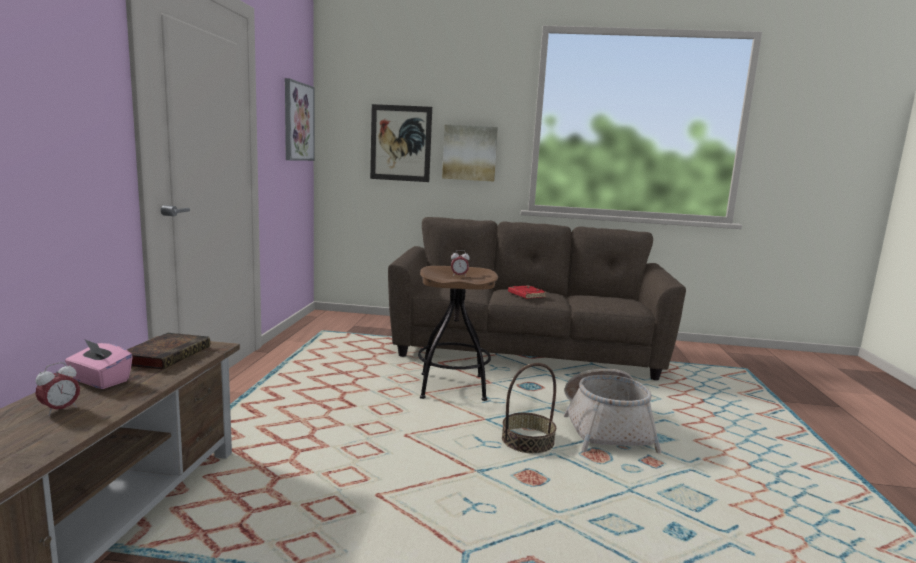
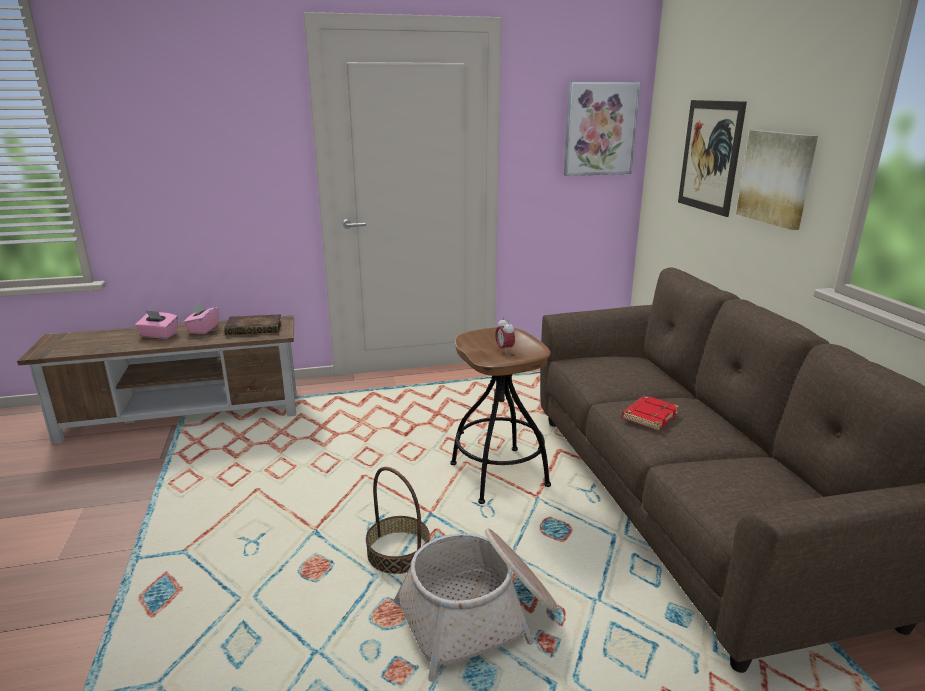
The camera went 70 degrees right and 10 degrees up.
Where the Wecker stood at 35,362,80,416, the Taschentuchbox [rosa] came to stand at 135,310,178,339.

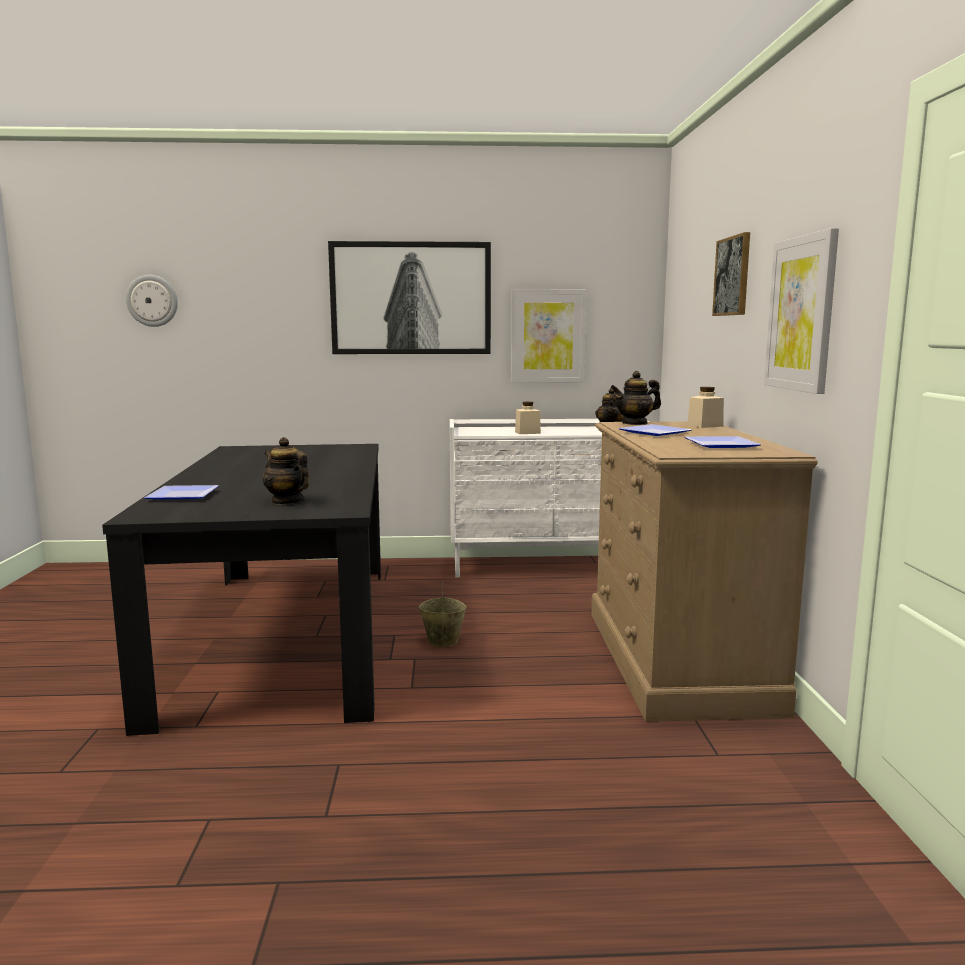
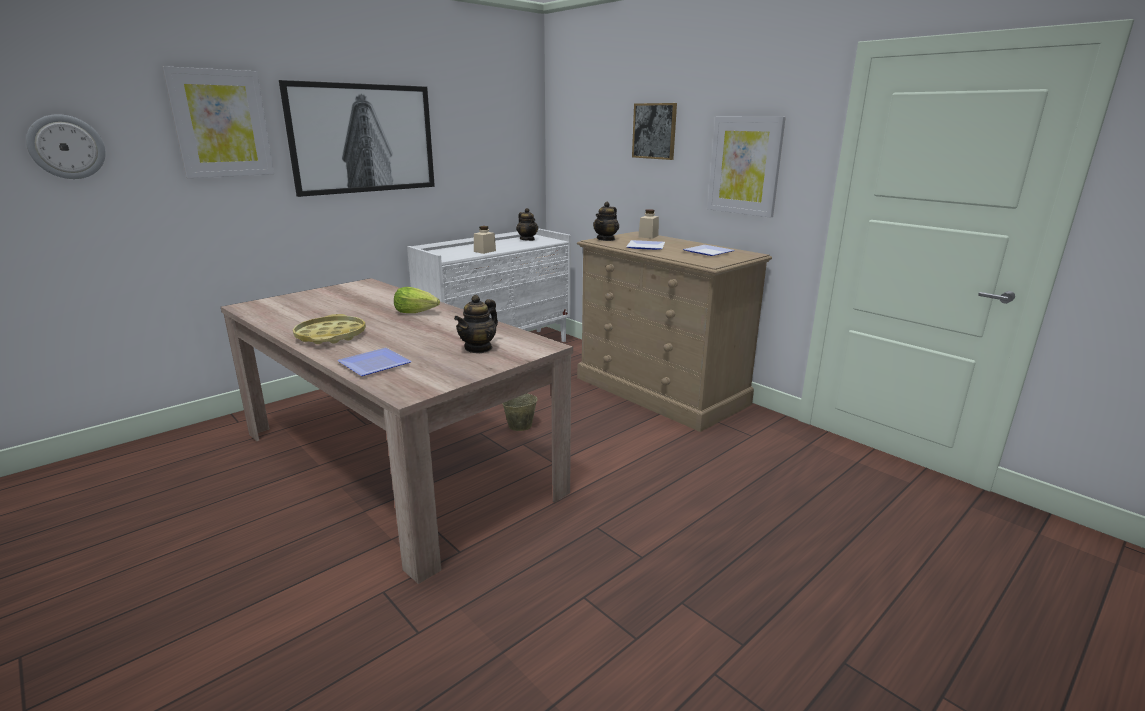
The camera went 40 degrees left and 10 degrees up.
The Bild ended up elsewhere, having gone from 511,289,587,382 to 163,66,274,178.
The Teekanne at 263,437,309,505 ended up facing another way, 60 degrees counterclockwise from before.
What was the Esstisch [schwarz] at 102,444,381,736 turned into the Esstisch [beige] at 221,278,573,584.
The second view gained the Salatkopf at 394,287,440,313.
The second view gained the Tablett [gelb] at 293,314,366,344.

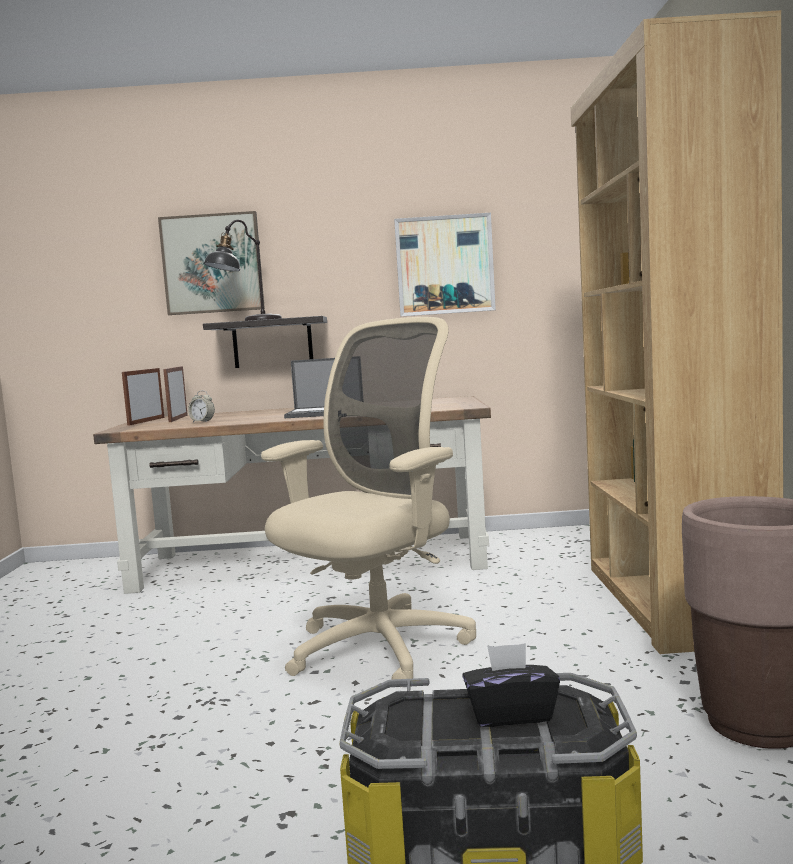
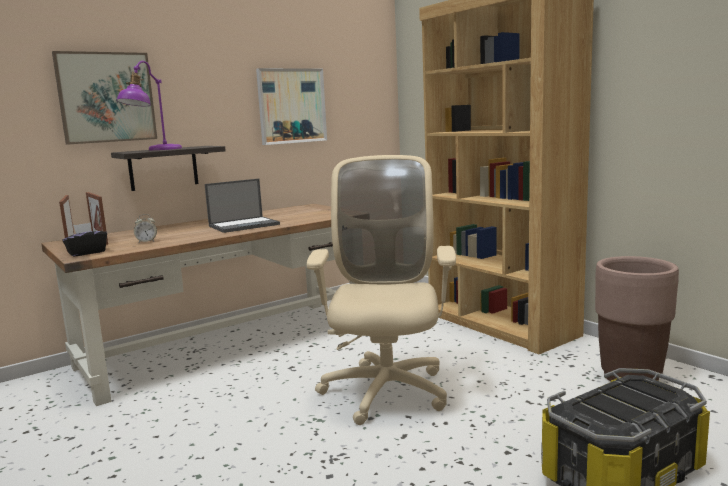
The camera went 35 degrees left and 5 degrees up.
What was the Tischlampe [grau] at 204,220,282,321 turned into the Tischlampe [lila] at 116,61,182,150.
The Taschentuchbox [schwarz] ended up elsewhere, having gone from 462,643,560,727 to 62,223,107,257.

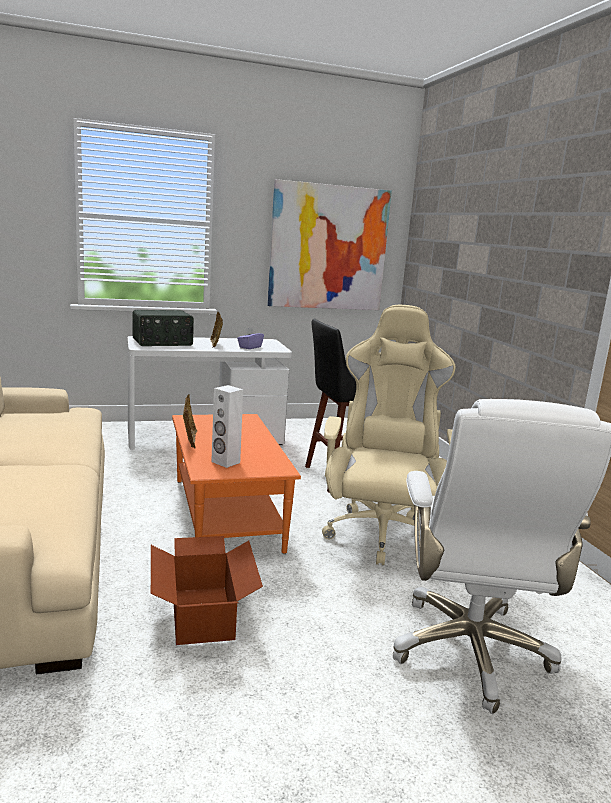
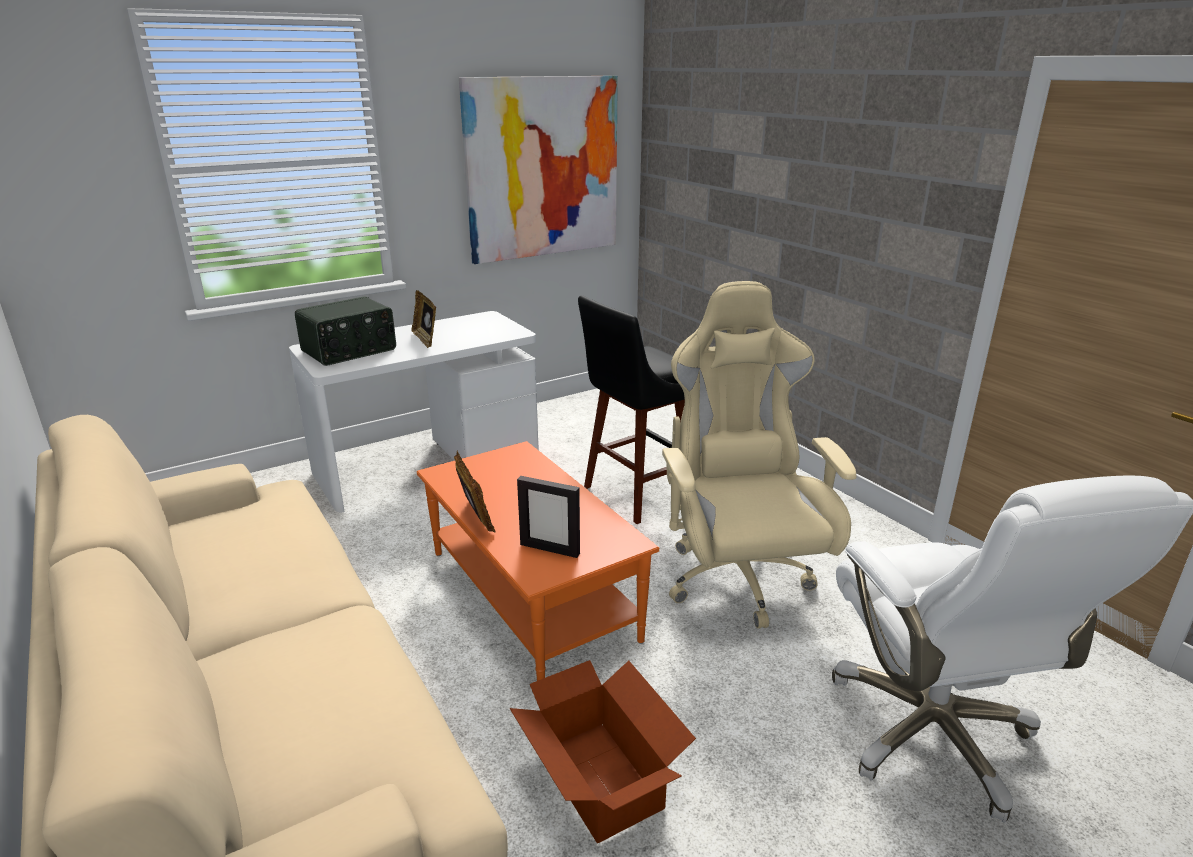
The camera went 15 degrees left and 10 degrees up.
The second view lost the Taschentuchbox [lila] at 237,327,264,349.
Where the Lautsprecher [weiß] stood at 211,385,243,468, the Bilderrahmen came to stand at 517,476,580,558.

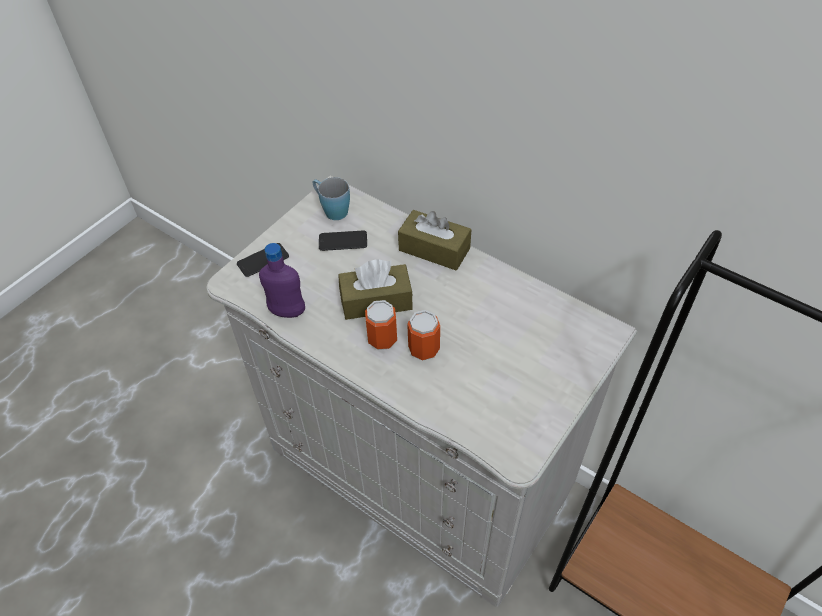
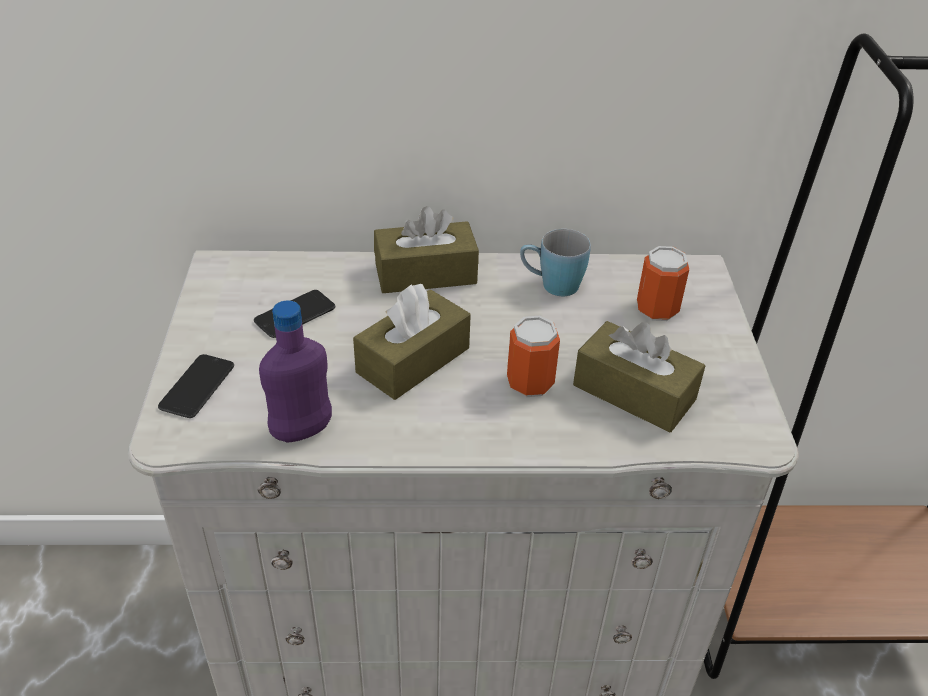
The camera went 40 degrees left and 10 degrees down.
The Henkelbecher [blau] ended up elsewhere, having gone from 312,177,350,220 to 520,229,591,296.
The Dose ended up elsewhere, having gone from 365,300,397,350 to 637,246,689,321.
The second view gained the Taschentuchbox [braun] at 573,321,705,432.

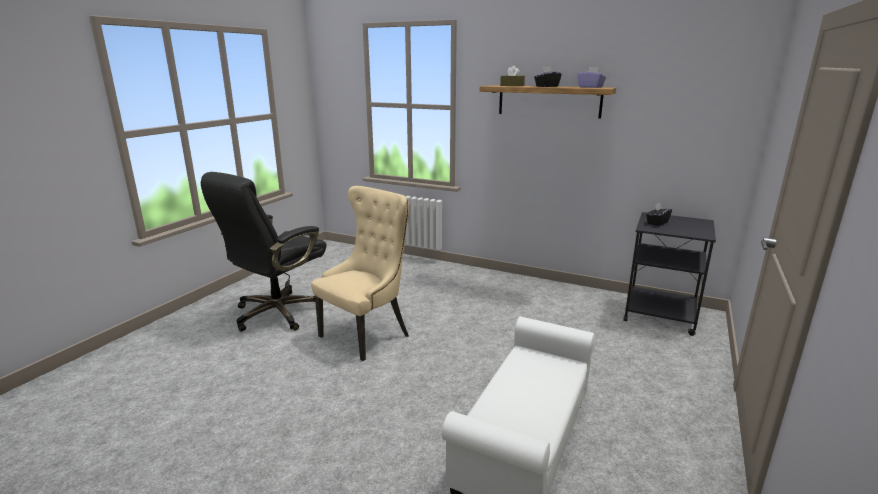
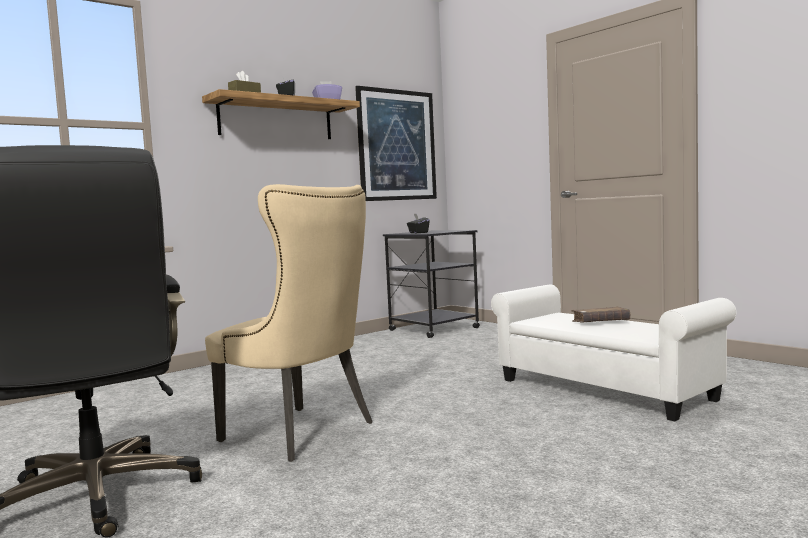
The camera went 65 degrees left and 15 degrees down.
The Stuhl [beige] at 311,186,409,361 ended up facing another way, 150 degrees clockwise from before.
The second view gained the Bild at 355,86,437,201.
The second view gained the Buch [braun] at 571,306,630,322.

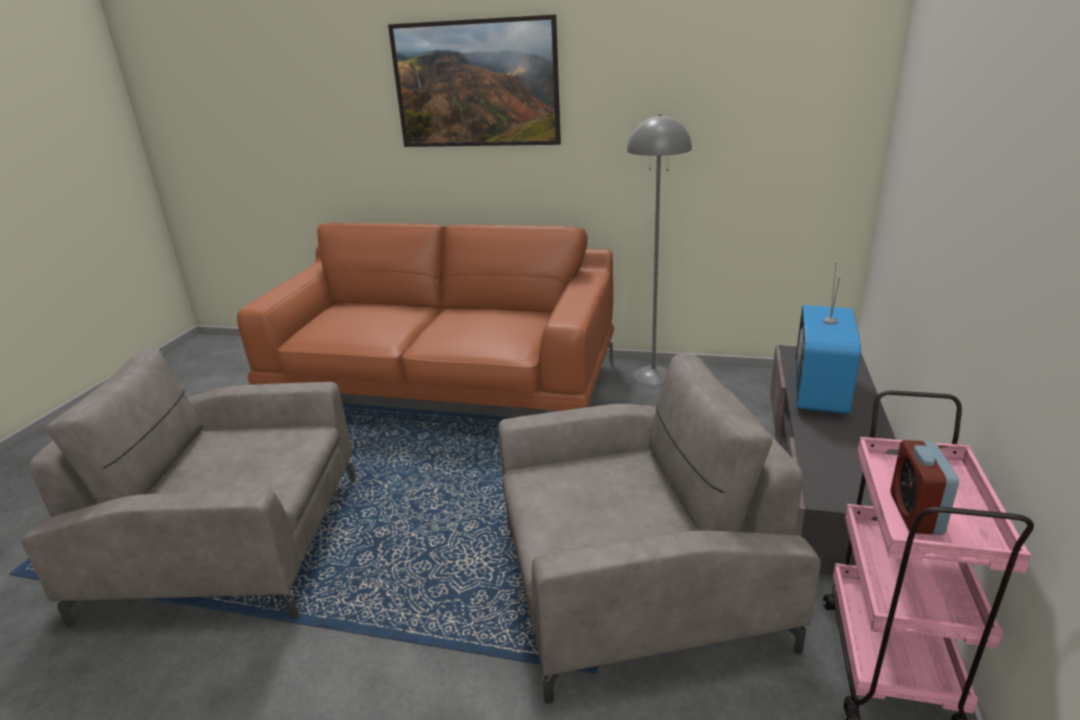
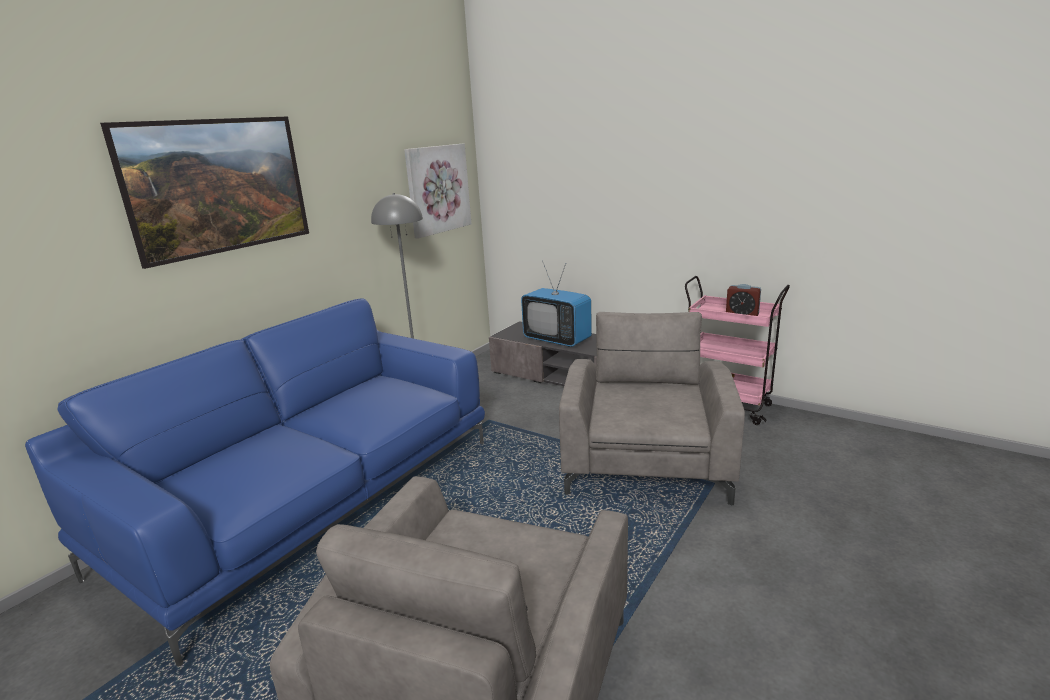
The camera went 70 degrees left and 5 degrees down.
What was the Sofa [braun] at 237,223,614,411 turned into the Sofa [blau] at 25,298,485,667.
The second view gained the Bild at 404,144,471,239.

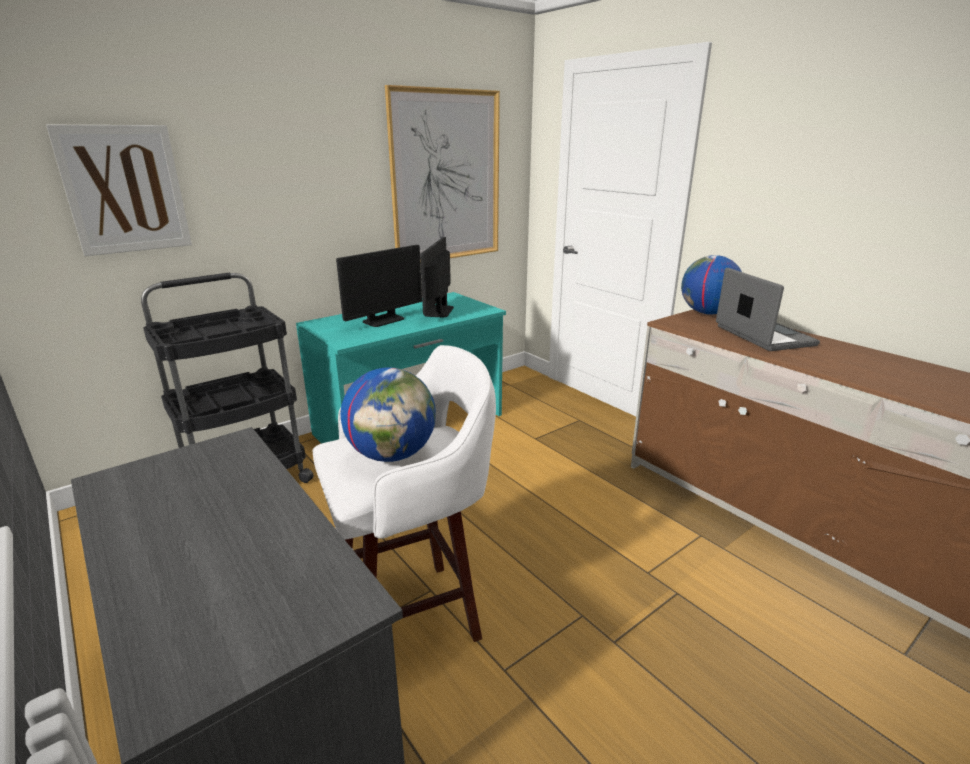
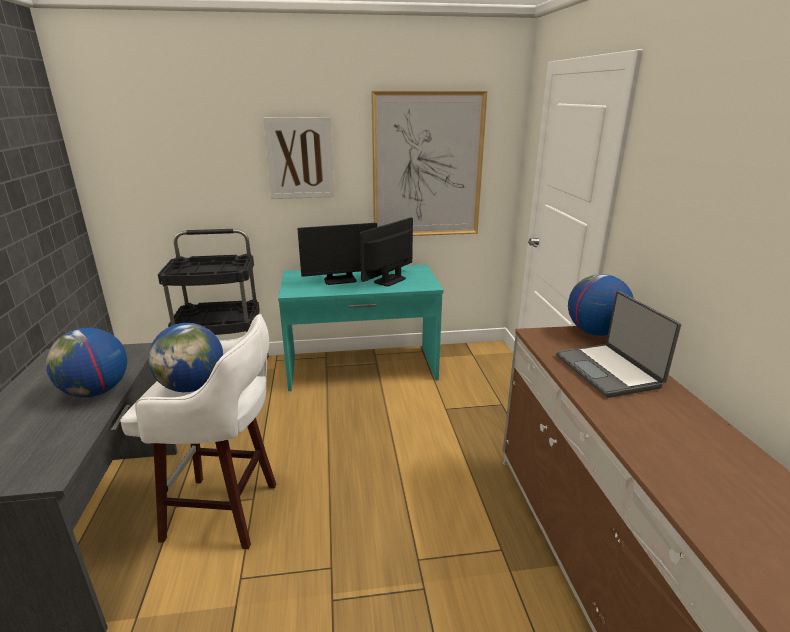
The camera went 30 degrees right and 0 degrees up.
The Bild ended up elsewhere, having gone from 46,125,192,256 to 263,117,334,199.
The Laptop at 716,268,820,351 ended up facing another way, 150 degrees clockwise from before.
The second view gained the Globus at 46,328,127,397.

